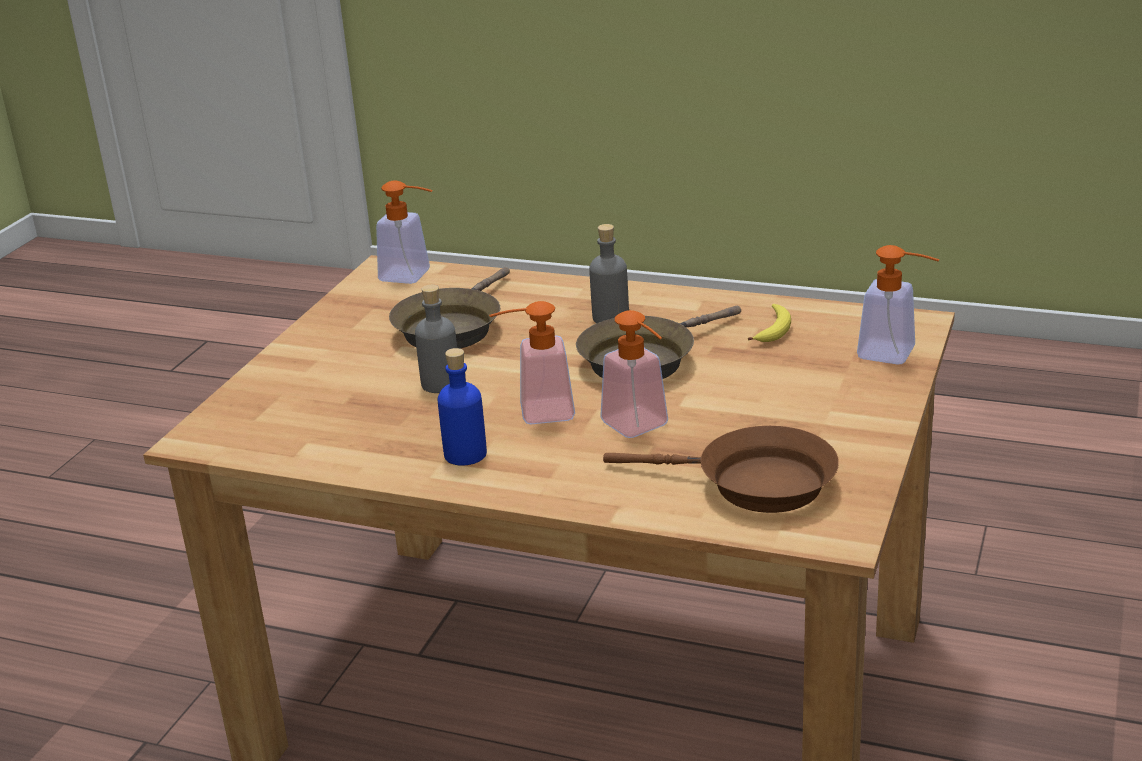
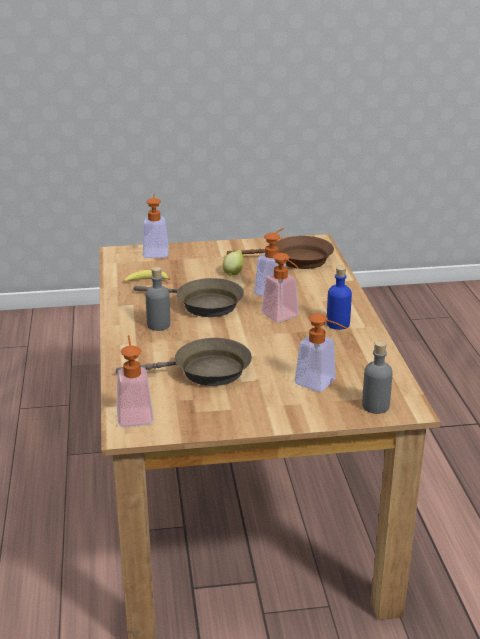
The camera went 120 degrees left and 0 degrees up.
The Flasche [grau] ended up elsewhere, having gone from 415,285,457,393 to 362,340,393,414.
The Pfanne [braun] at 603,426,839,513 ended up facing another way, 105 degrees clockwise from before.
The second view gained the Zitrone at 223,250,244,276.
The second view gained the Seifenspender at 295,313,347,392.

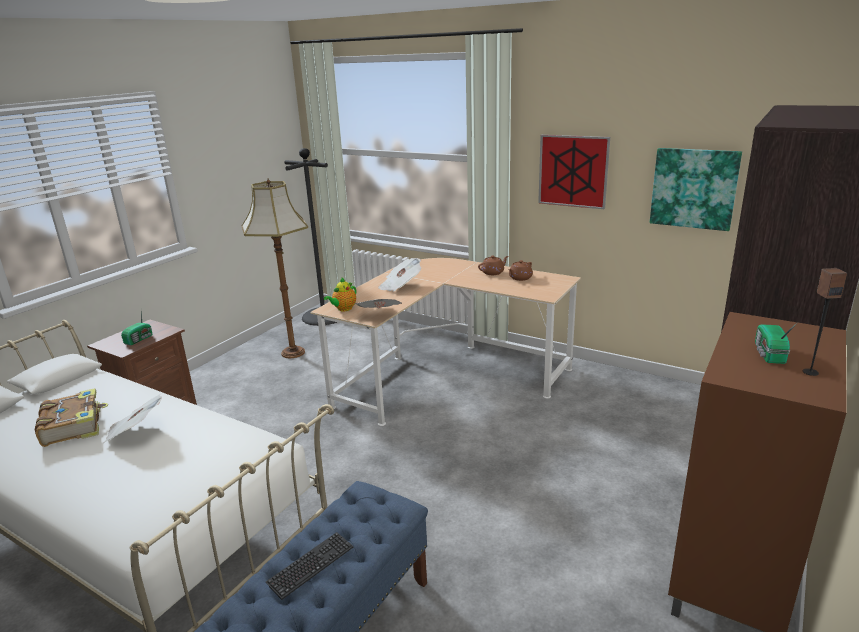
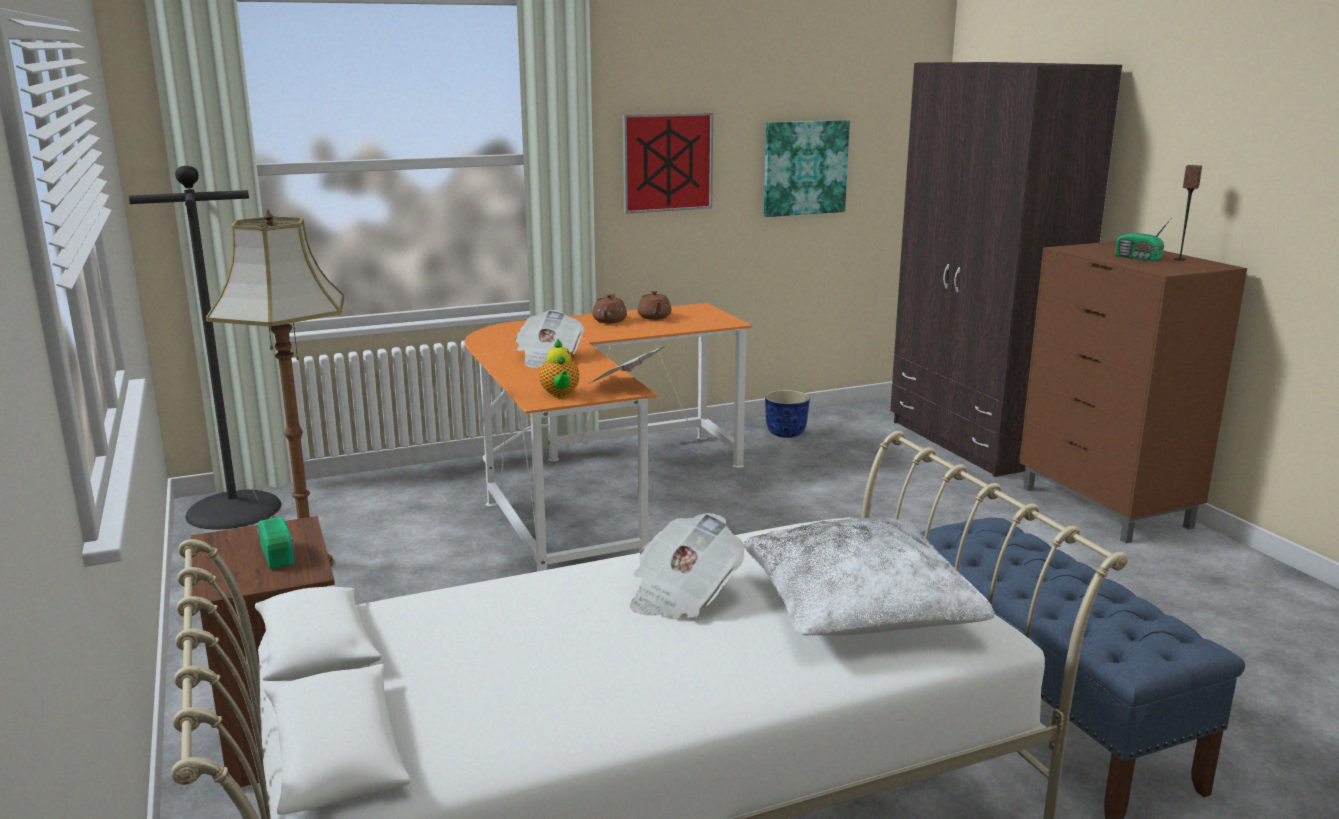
The camera went 55 degrees left and 5 degrees down.
What was the Schreibtisch [beige] at 310,258,581,426 turned into the Schreibtisch [orange] at 464,303,752,572.
The second view lost the Buch at 35,388,108,447.
The second view lost the Tastatur at 266,532,353,600.
The second view gained the Pflanzkübel at 765,390,810,438.
The second view gained the Kissen [weiß] at 743,517,995,636.

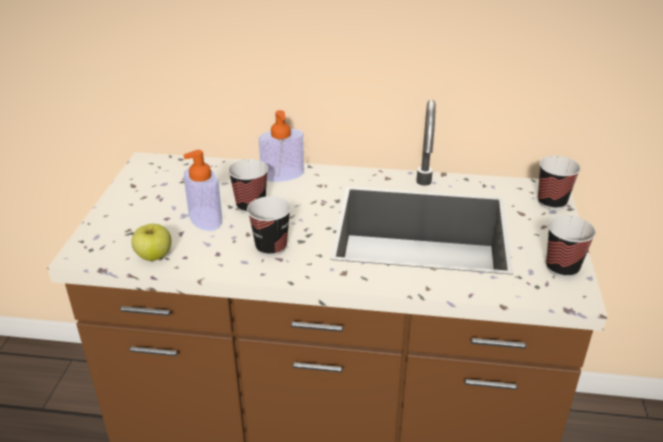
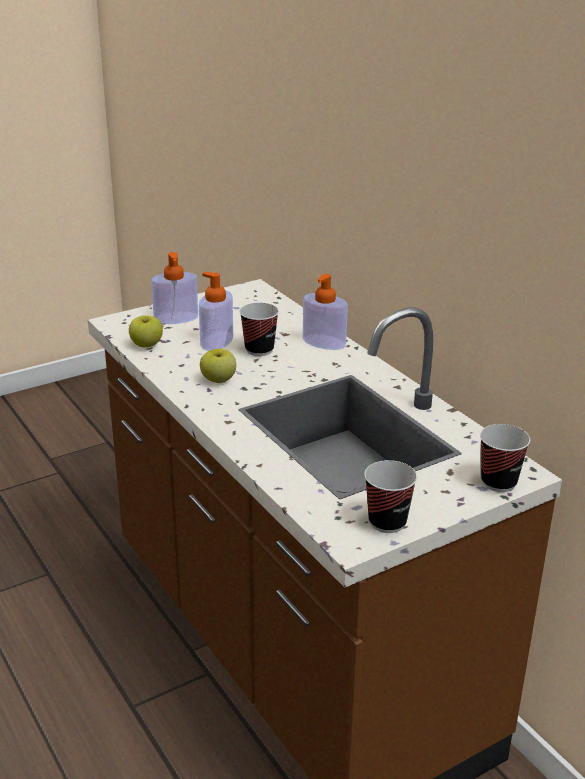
The camera went 50 degrees right and 5 degrees down.
Where the Tasse stood at 247,196,291,256, the Apfel came to stand at 200,349,236,383.
The second view gained the Seifenspender at 151,252,198,324.

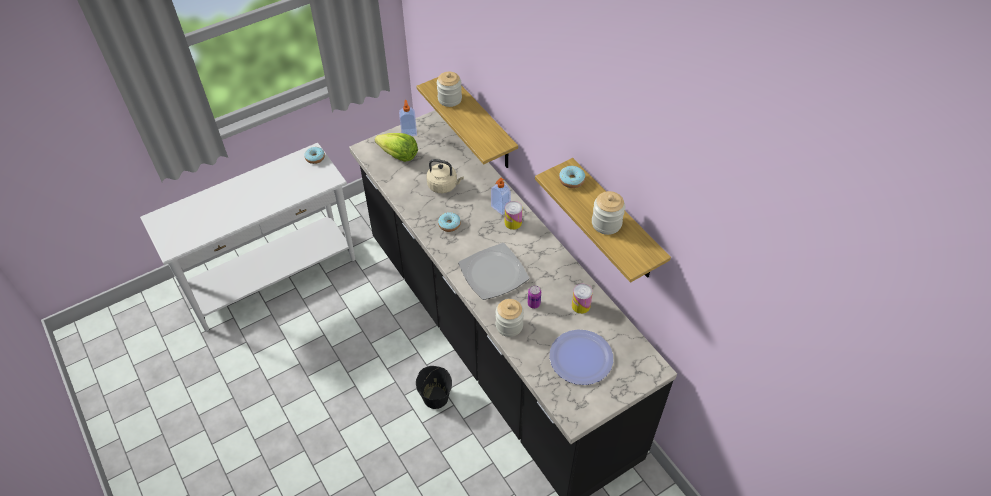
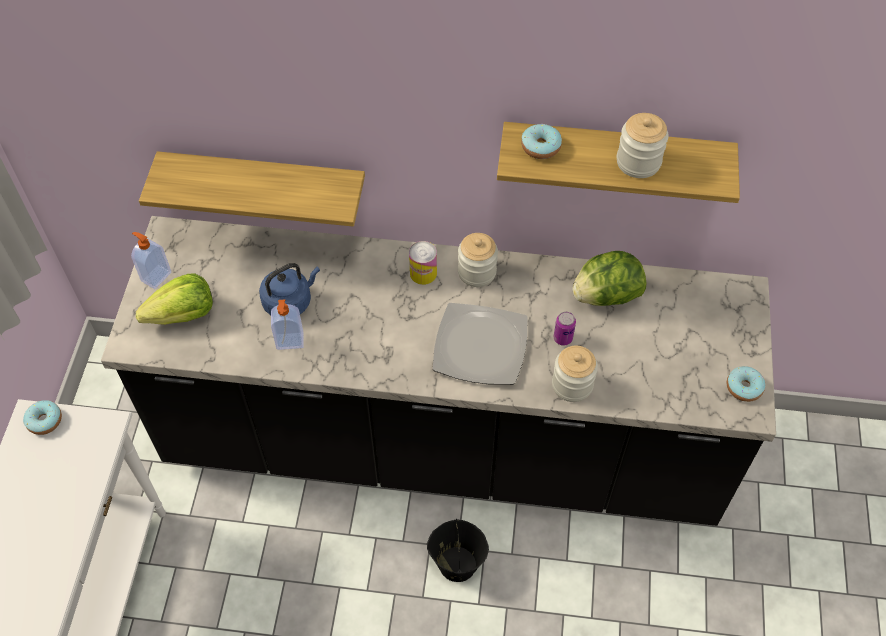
The camera went 50 degrees left and 5 degrees up.
The Vorratsglas ended up elsewhere, having gone from 437,72,462,107 to 458,233,498,287.
What was the Wasserkessel [beige] at 426,159,464,193 turned into the Wasserkessel [blau] at 259,263,320,315.
The Seifenspender ended up elsewhere, having gone from 491,178,511,215 to 271,300,304,350.
The Donut ended up elsewhere, having gone from 438,212,461,232 to 727,366,765,402.
Where the Dose stood at 572,283,593,314, the Salatkopf came to stand at 573,251,646,306.
The second view lost the Teller at 549,329,613,385.

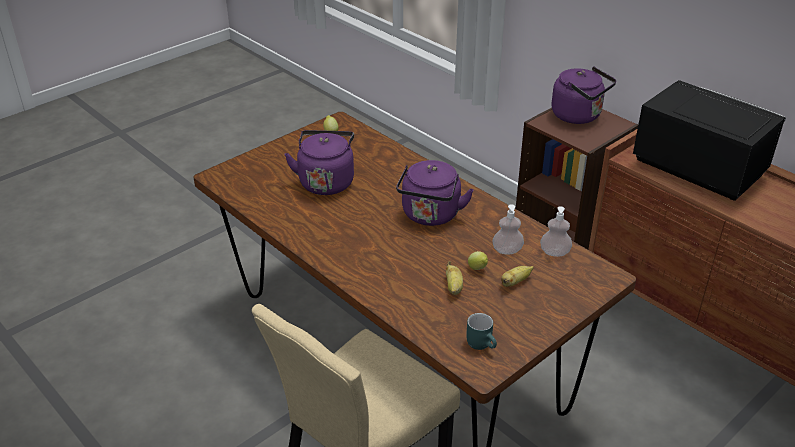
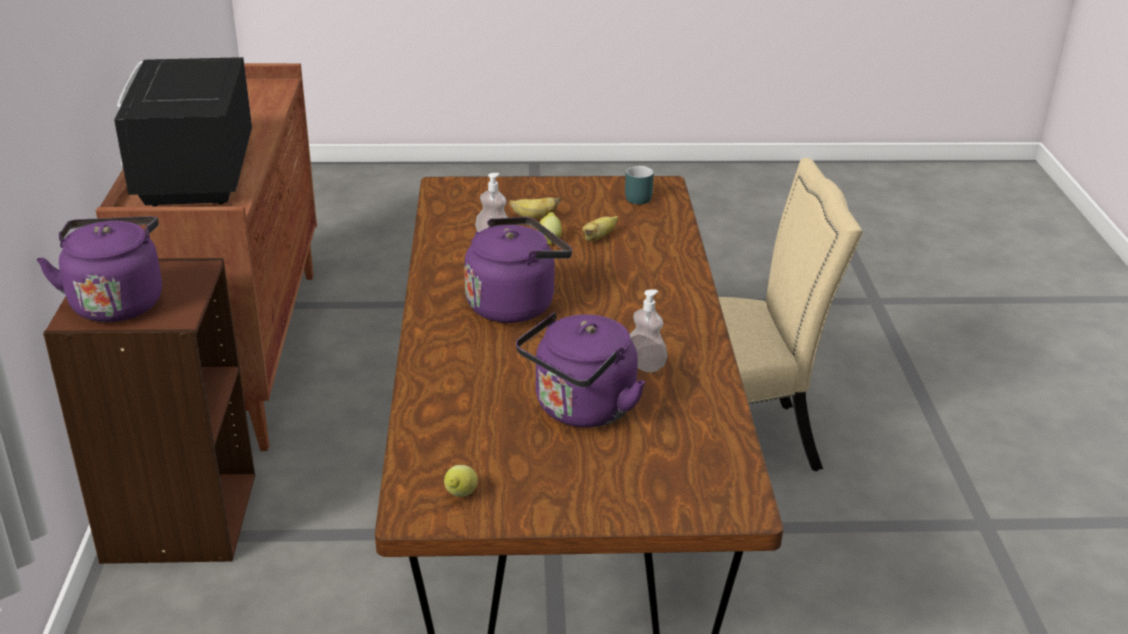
The camera went 140 degrees left and 5 degrees down.
The Seifenspender ended up elsewhere, having gone from 540,206,572,257 to 630,290,667,372.

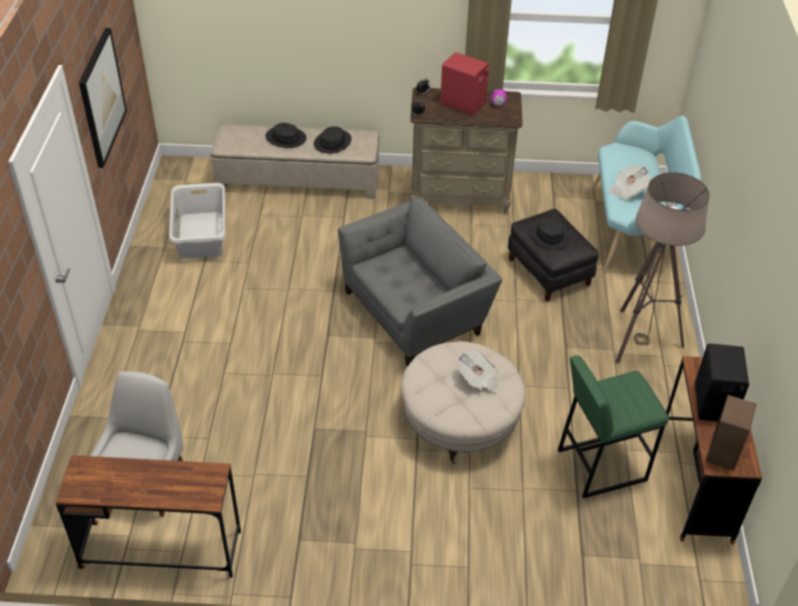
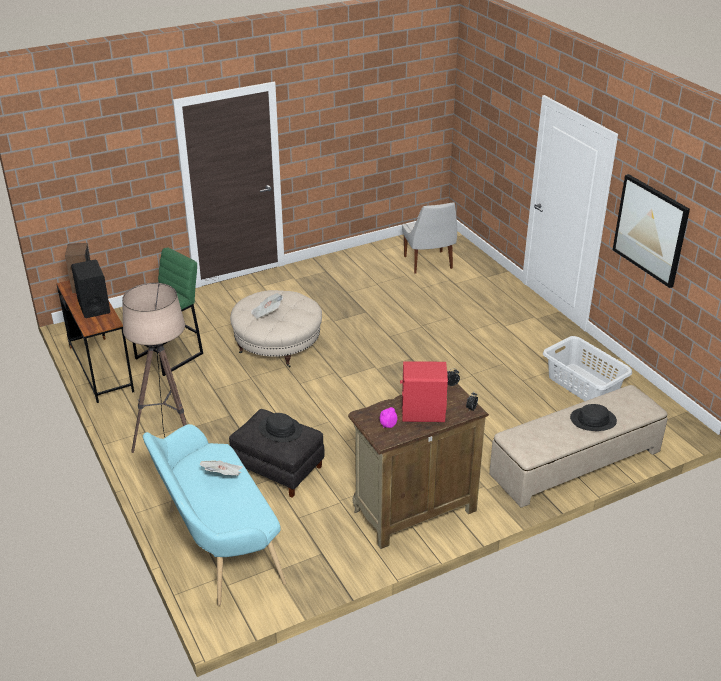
The camera went 150 degrees right and 10 degrees down.
The second view lost the Hut [schwarz] at 314,126,352,154.
The second view lost the Sessel [grau] at 338,197,503,367.
The second view lost the Schreibtisch [braun] at 55,455,241,578.

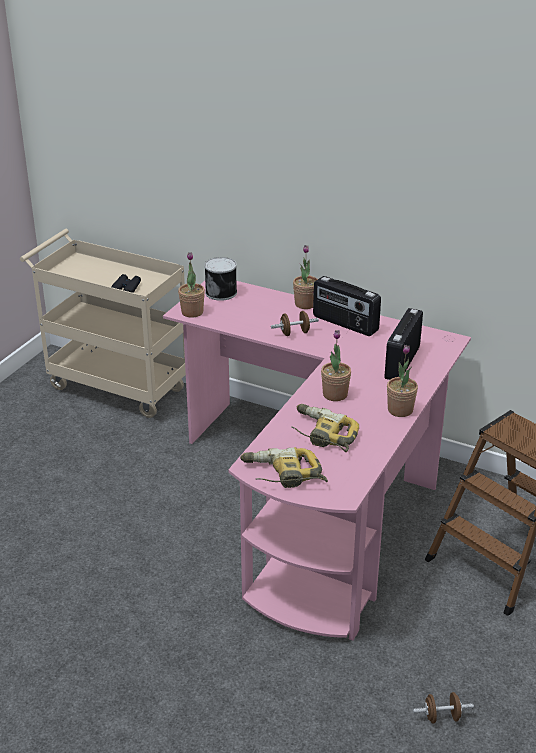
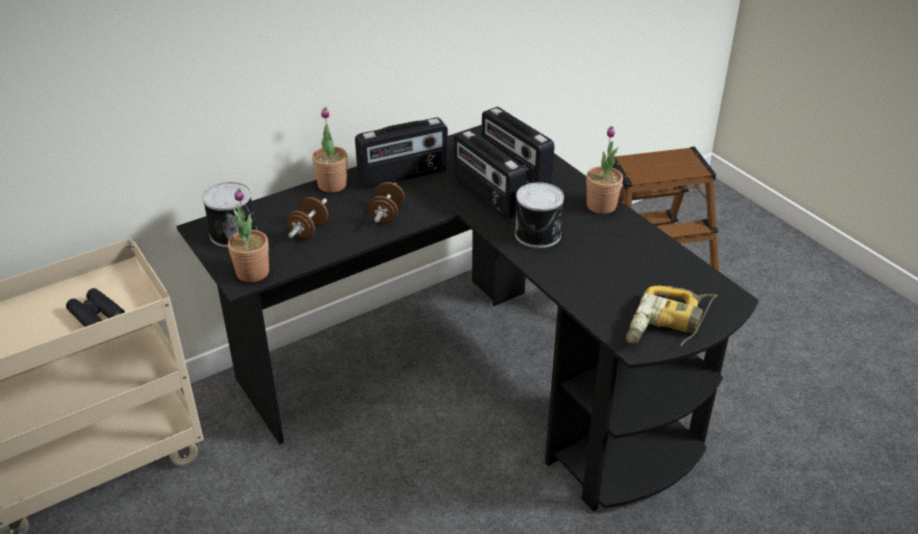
The camera went 60 degrees left and 5 degrees up.
What was the Schreibtisch [rosa] at 163,281,471,641 turned into the Schreibtisch [schwarz] at 176,125,759,511.
Where the Topfpflanze stood at 321,330,351,401, the Dose came to stand at 515,182,564,248.
The second view lost the Bohrmaschine at 291,404,359,452.
The Hantel [braun] ended up elsewhere, having gone from 413,692,474,724 to 287,197,328,238.
The second view gained the Radio at 454,130,526,220.

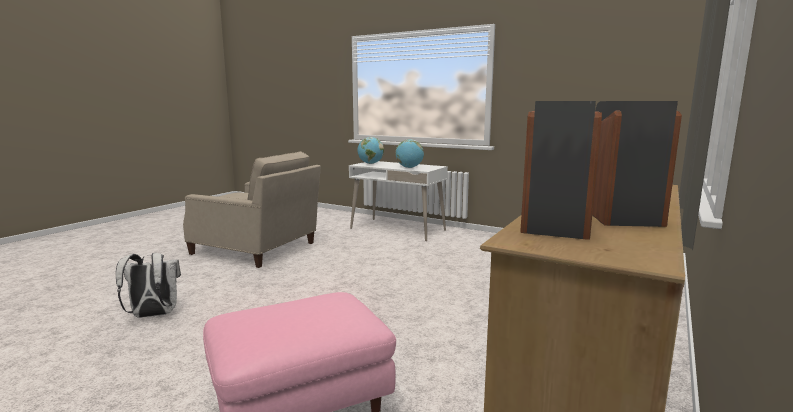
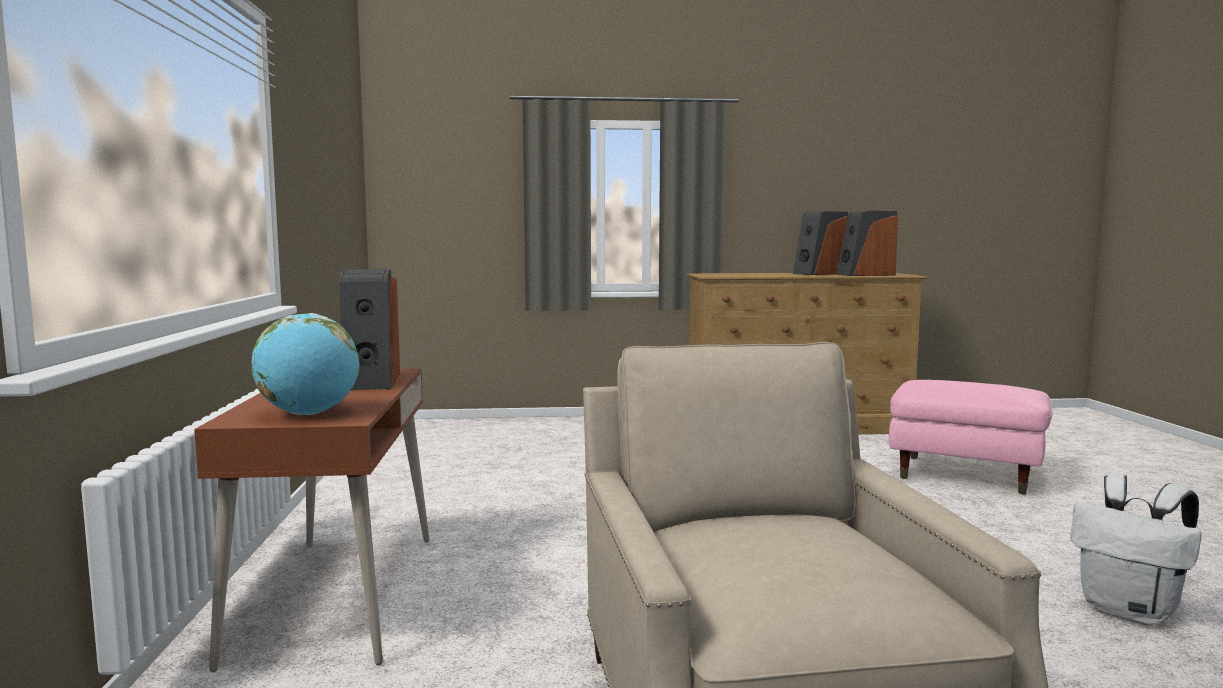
The camera went 125 degrees left and 5 degrees down.
Where the Globus stood at 395,139,424,168, the Lautsprecher came to stand at 340,269,400,390.
What was the Schreibtisch [weiß] at 349,161,448,241 turned into the Schreibtisch [braun] at 194,369,429,673.

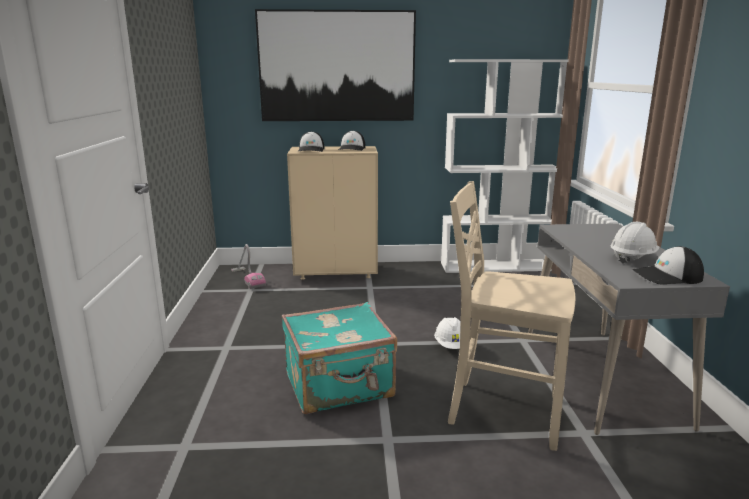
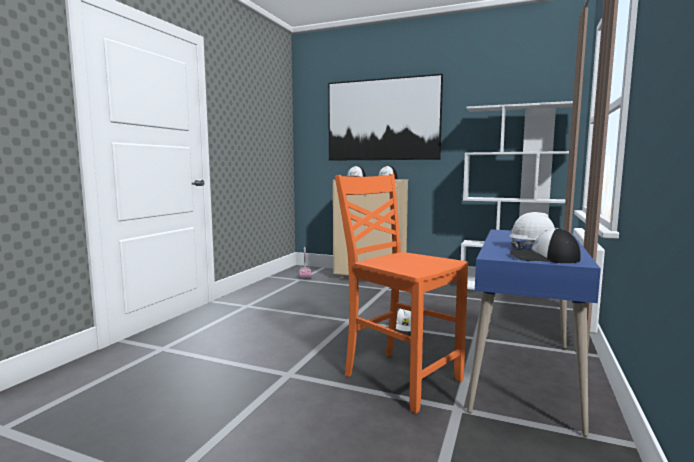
The camera went 25 degrees right and 10 degrees down.
What was the Stuhl [beige] at 448,181,575,451 turned into the Stuhl [orange] at 335,174,468,414.
What was the Schreibtisch [grau] at 528,223,730,435 turned into the Schreibtisch [blau] at 467,229,601,437.
The second view lost the Koffer [türkis] at 282,302,397,414.

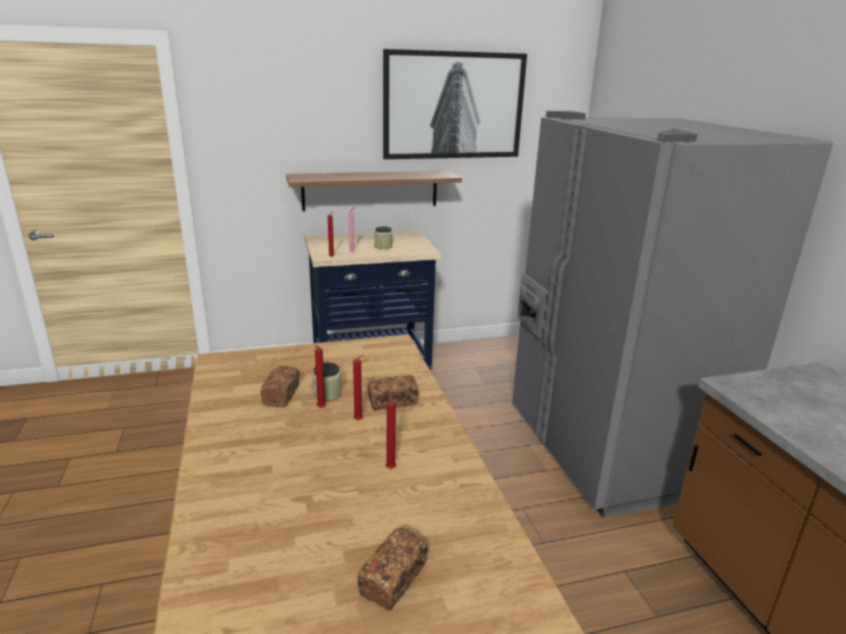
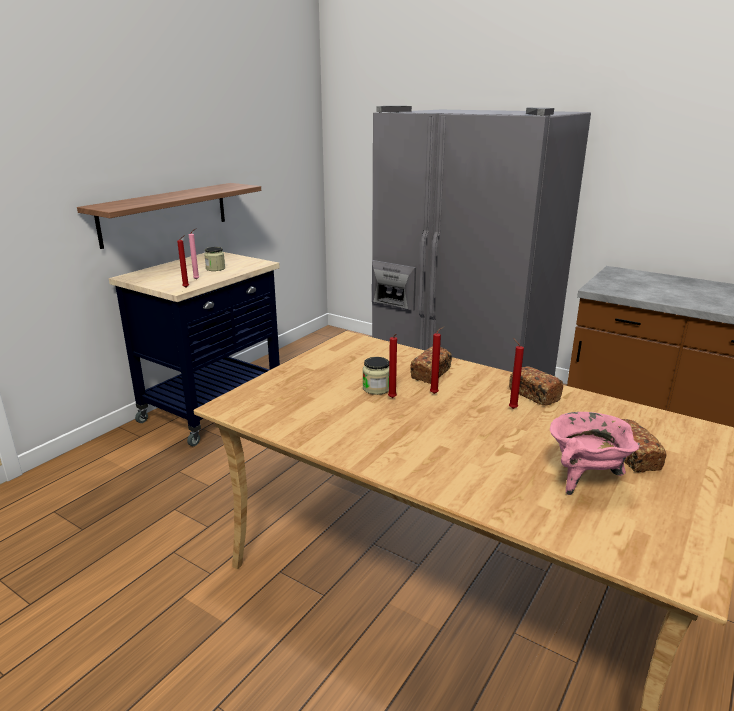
The camera went 40 degrees left and 0 degrees up.
The second view lost the Bild at 383,49,527,159.
The Brot ended up elsewhere, having gone from 261,366,300,407 to 509,366,563,406.
The second view gained the Kochtopf [rosa] at 550,412,640,495.

